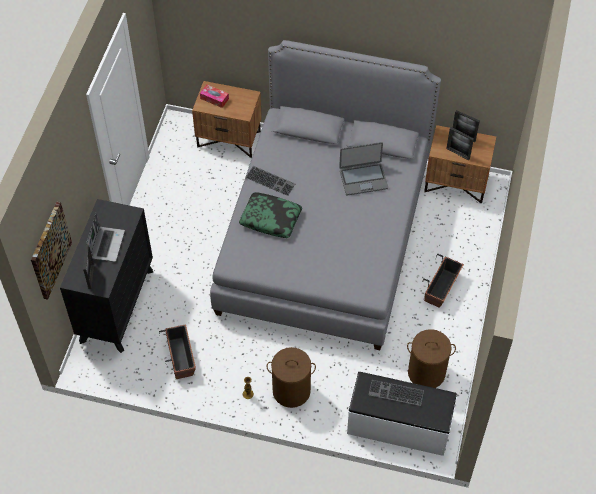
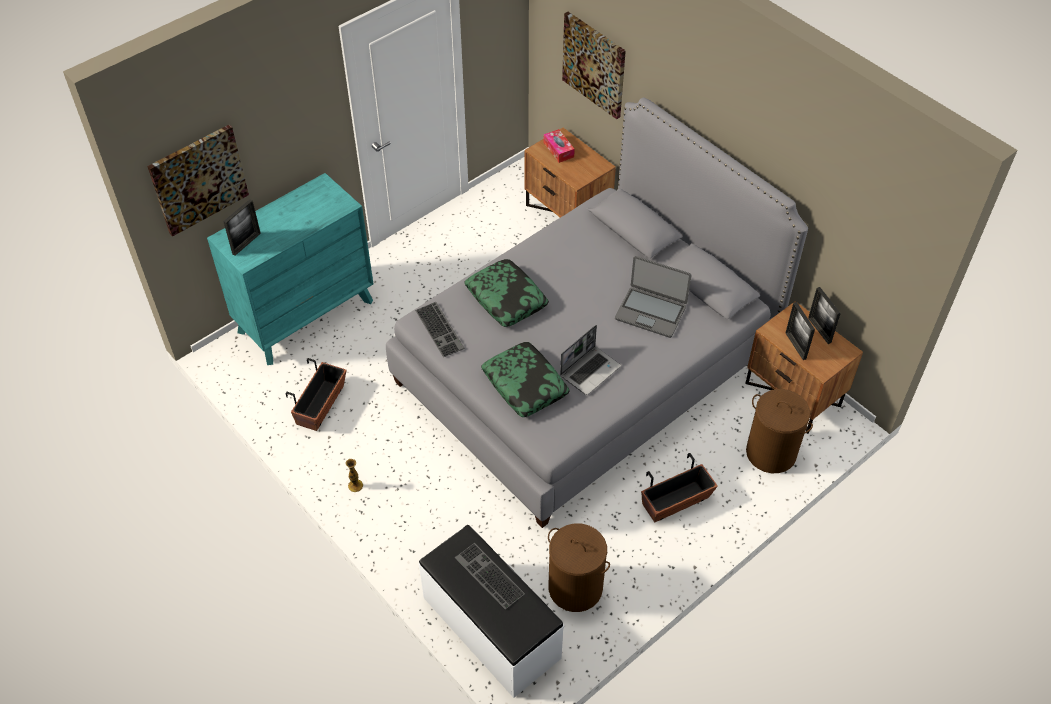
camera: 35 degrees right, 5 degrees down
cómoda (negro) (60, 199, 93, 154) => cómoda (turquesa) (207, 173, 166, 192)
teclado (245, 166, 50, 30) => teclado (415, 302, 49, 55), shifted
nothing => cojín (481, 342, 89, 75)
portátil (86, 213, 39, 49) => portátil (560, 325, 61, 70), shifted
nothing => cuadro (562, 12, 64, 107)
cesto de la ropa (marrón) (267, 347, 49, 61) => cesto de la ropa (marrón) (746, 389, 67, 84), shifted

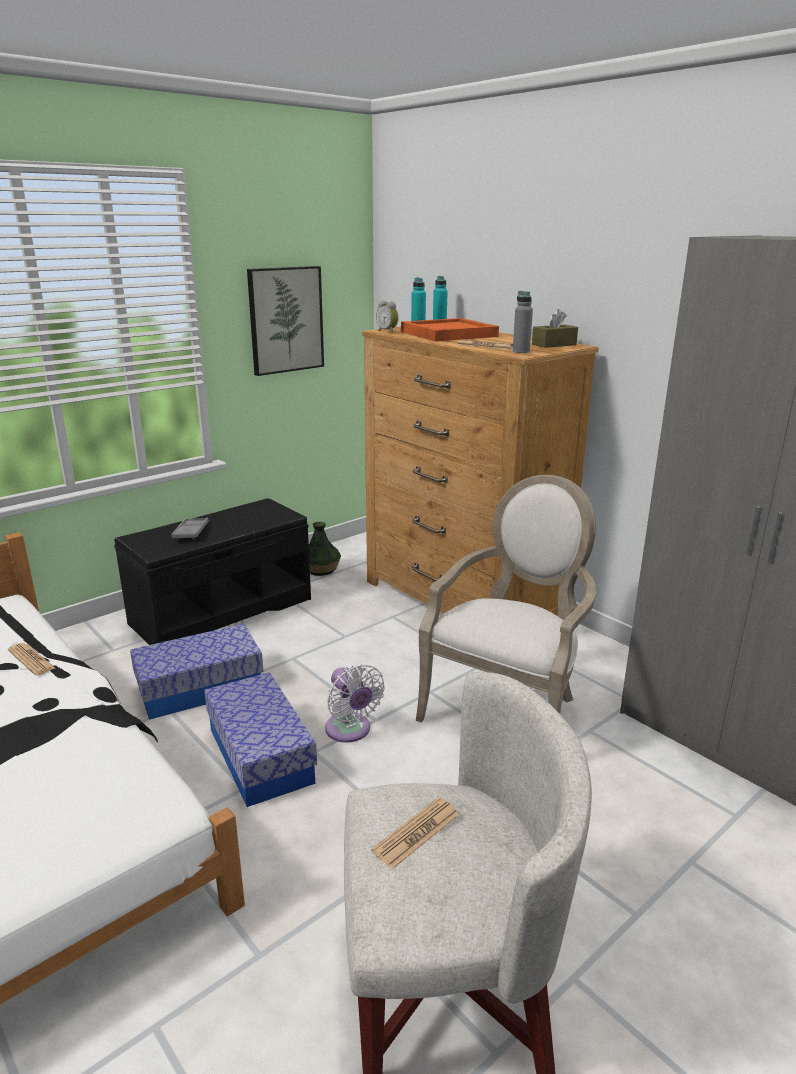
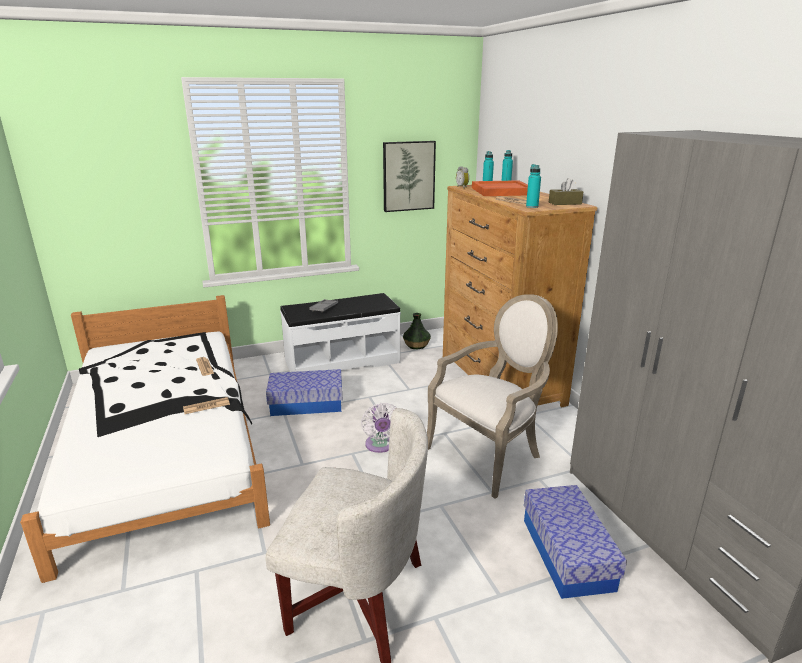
camera: 20 degrees right, 0 degrees up
periódico (371, 797, 88, 72) => periódico (183, 397, 47, 17), shifted
banco (negro) (114, 498, 197, 147) => banco (blanco) (280, 293, 121, 79)
caja de almacenaje (204, 672, 113, 135) => caja de almacenaje (524, 485, 103, 114), shifted
botella (gris) (513, 291, 20, 62) => botella (turquesa) (526, 164, 15, 44)

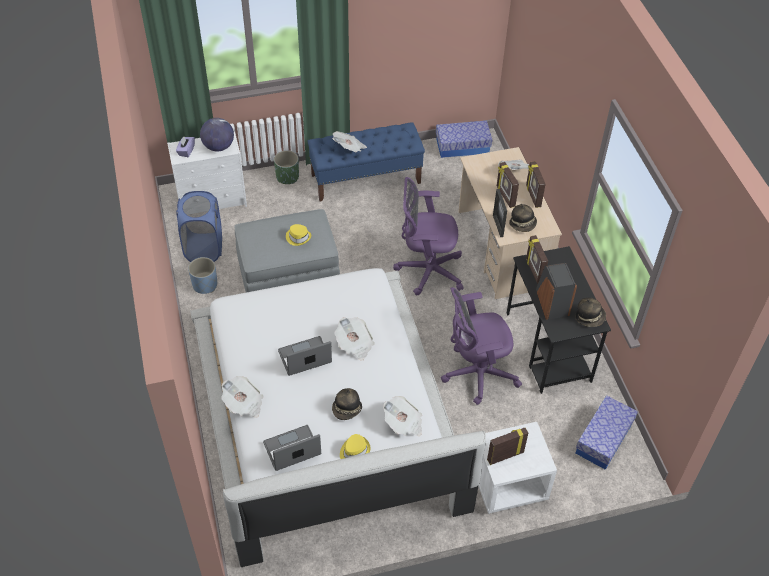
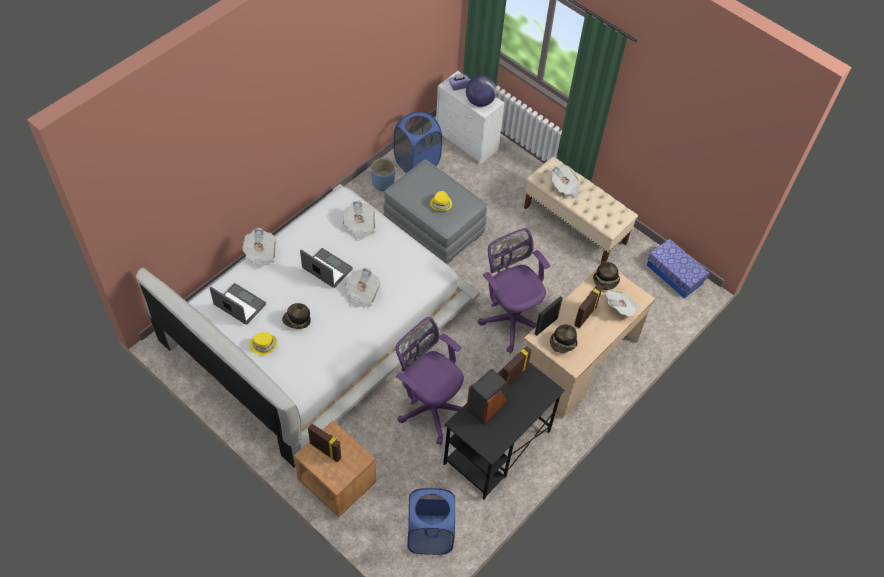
camera: 55 degrees right, 5 degrees up
mesita de noche (blanco) (478, 422, 79, 92) => mesita de noche (marrón) (294, 421, 82, 96)
periódico (383, 396, 39, 40) => periódico (343, 200, 33, 41), shifted
caja de almacenaje (575, 395, 63, 75) => cesto de la ropa (azul) (407, 488, 48, 67)
banco (azul) (307, 122, 118, 79) => banco (beis) (524, 156, 114, 108)
sombrero (575, 297, 31, 30) => sombrero (593, 262, 27, 28), shifted
maceta (verde) (274, 150, 25, 34) => nothing
portarretratos (526, 161, 20, 47) => nothing

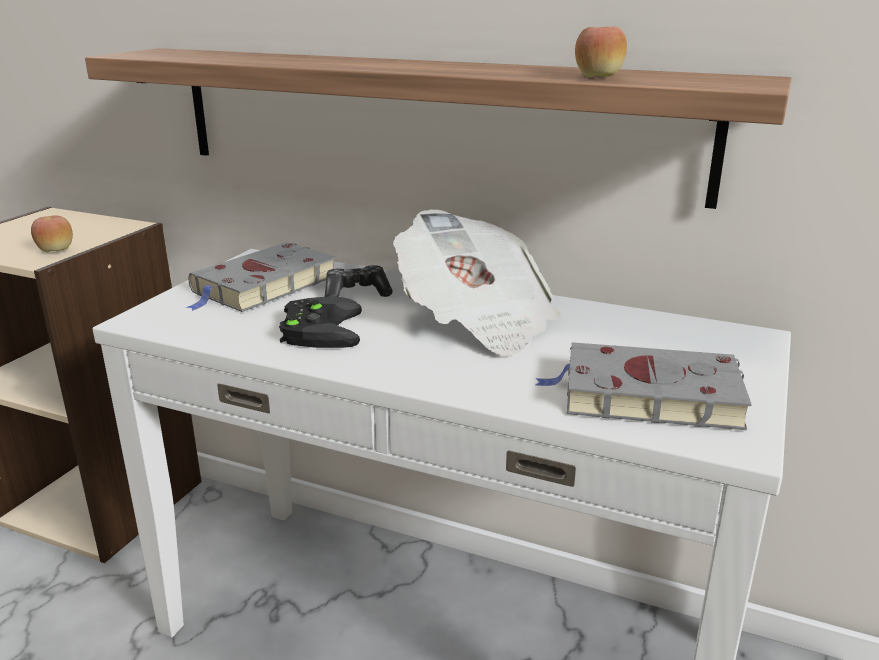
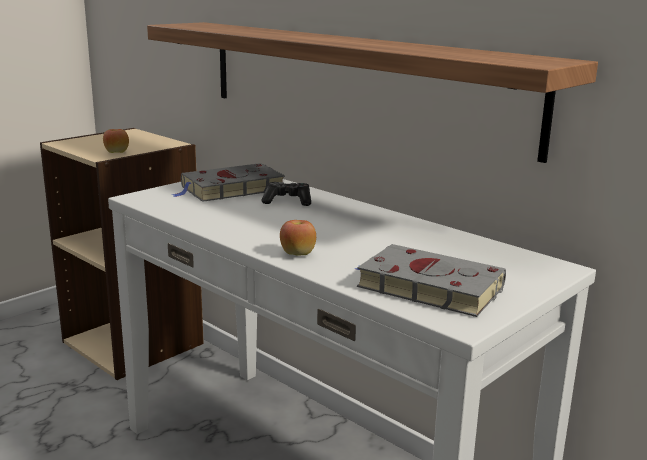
camera: 20 degrees right, 5 degrees down
manzana (575, 27, 52, 50) => manzana (280, 220, 36, 35), shifted
mando de consola (negro) (279, 297, 83, 51) => nothing
periódico (393, 209, 168, 148) => nothing

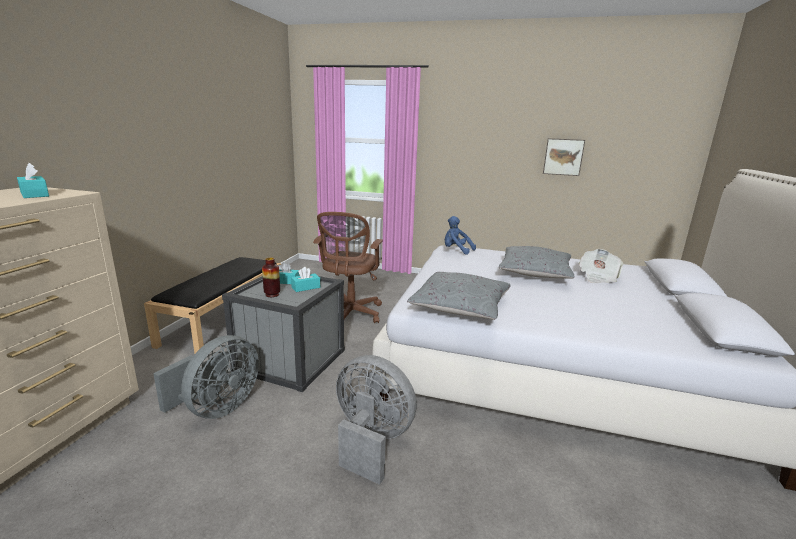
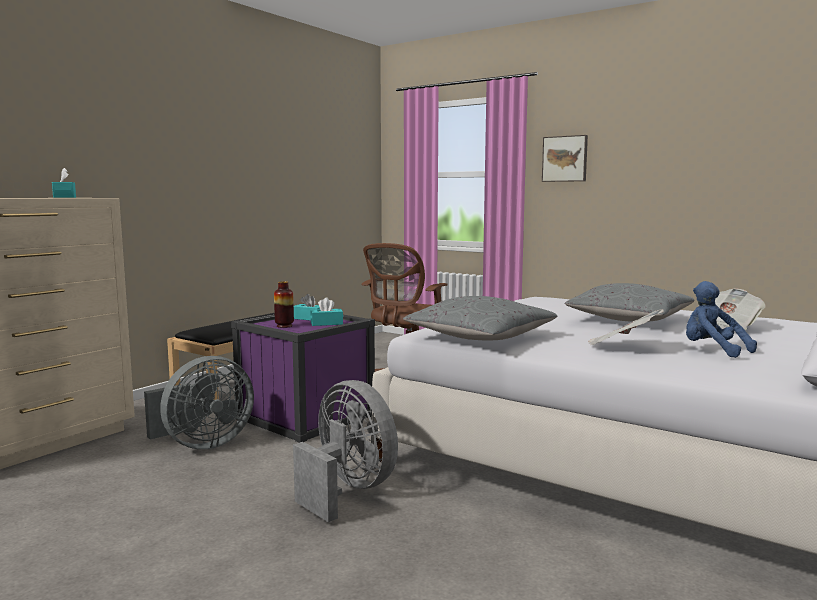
camera: 20 degrees right, 10 degrees down
caja de almacenaje (gris) (222, 275, 123, 117) => caja de almacenaje (morado) (231, 315, 144, 128)
cuadro (543, 138, 42, 38) => cuadro (542, 135, 46, 47), shifted
nothing => periódico (588, 309, 76, 36)
peluche (azul) (445, 216, 31, 38) => peluche (azul) (686, 281, 71, 77), shifted

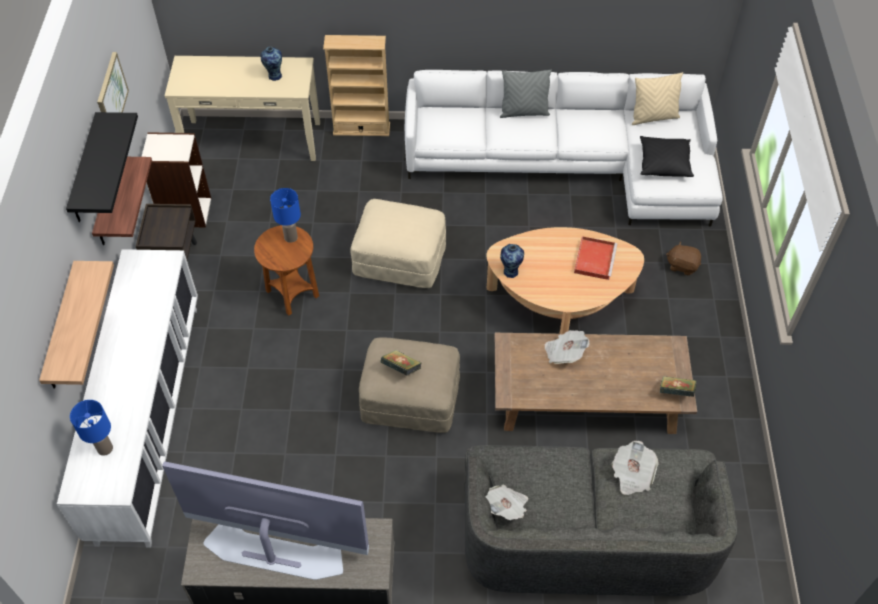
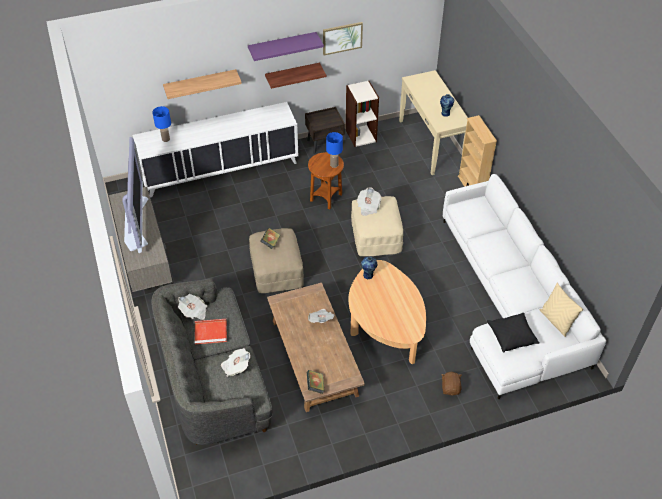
camera: 70 degrees right, 5 degrees down
bandeja (rojo) (574, 236, 43, 44) => bandeja (rojo) (195, 319, 32, 25), shifted
estante (negro) (66, 112, 72, 110) => estante (morado) (248, 32, 76, 29)
nothing => periódico (357, 187, 25, 29)
cojín (gris) (500, 69, 52, 49) => nothing

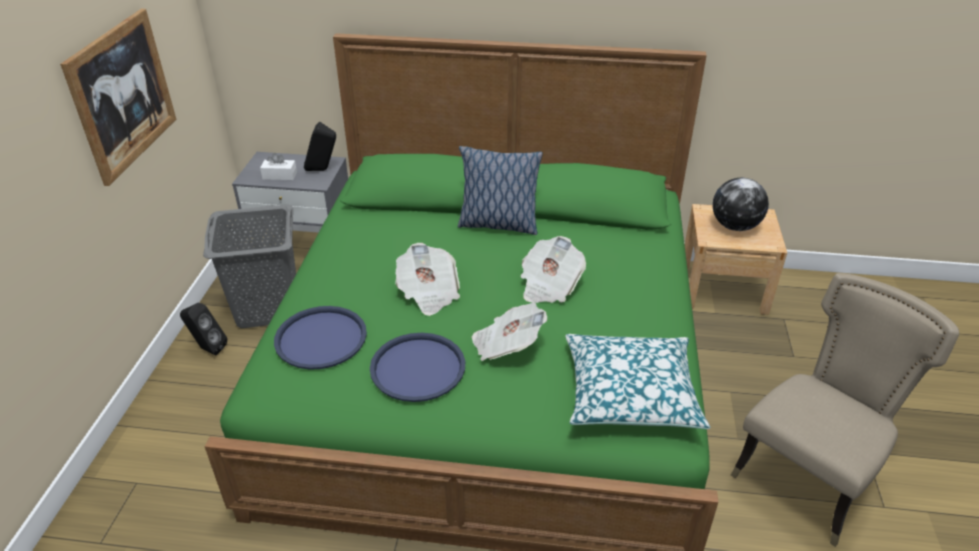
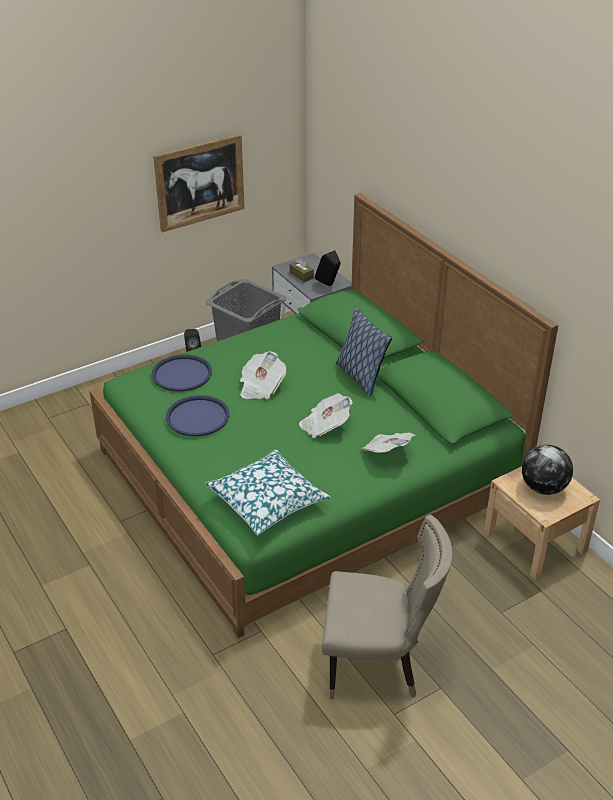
camera: 50 degrees right, 0 degrees up
caja de pañuelos (blanco) (260, 153, 37, 27) => caja de pañuelos (marrón) (290, 258, 24, 24)
periódico (471, 303, 76, 58) => periódico (361, 432, 54, 21), shifted

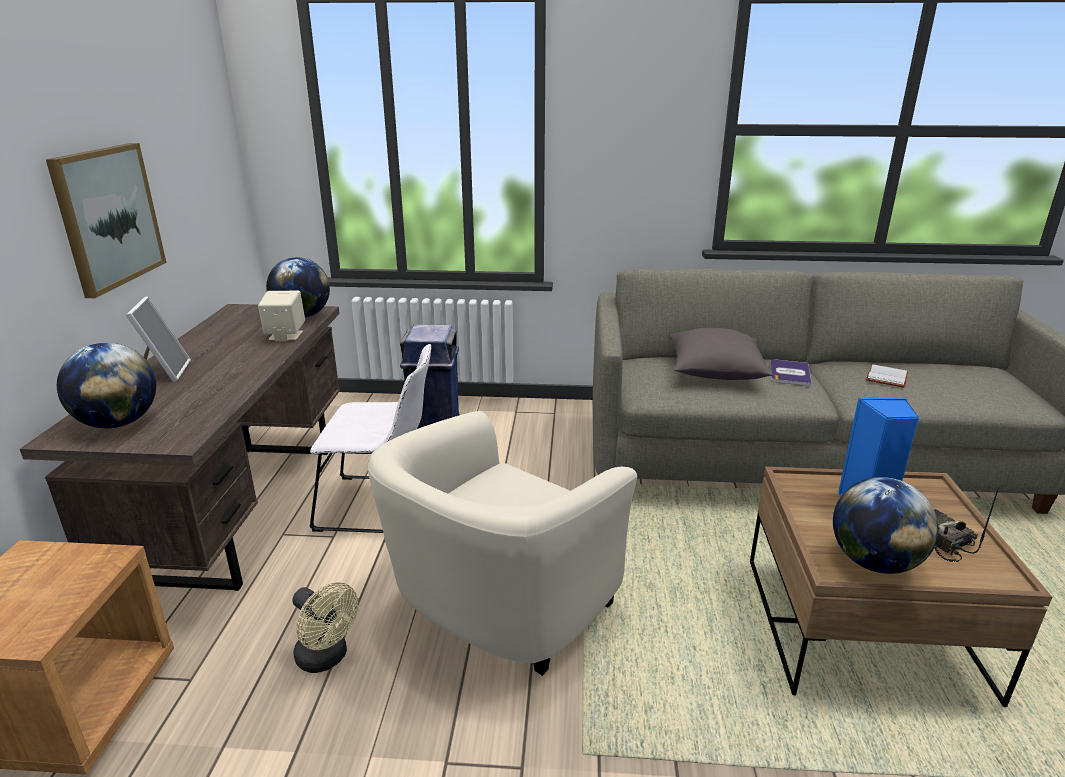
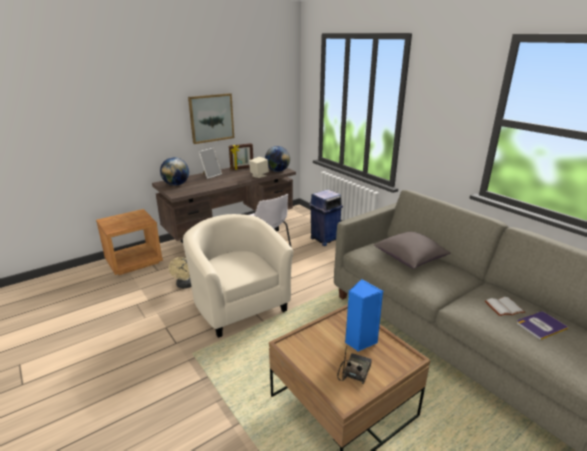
camera: 50 degrees right, 0 degrees up
sillón (beis) (368, 411, 269, 265) => sillón (beis) (183, 214, 110, 124), 60 degrees clockwise
nothing => portarretratos (229, 143, 24, 27)
libro (770, 359, 42, 27) => libro (517, 312, 51, 28), shifted
globo terráqueo (833, 477, 106, 97) => nothing

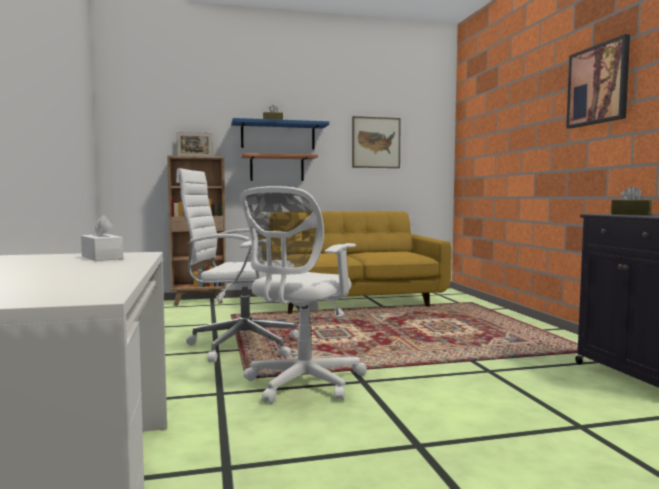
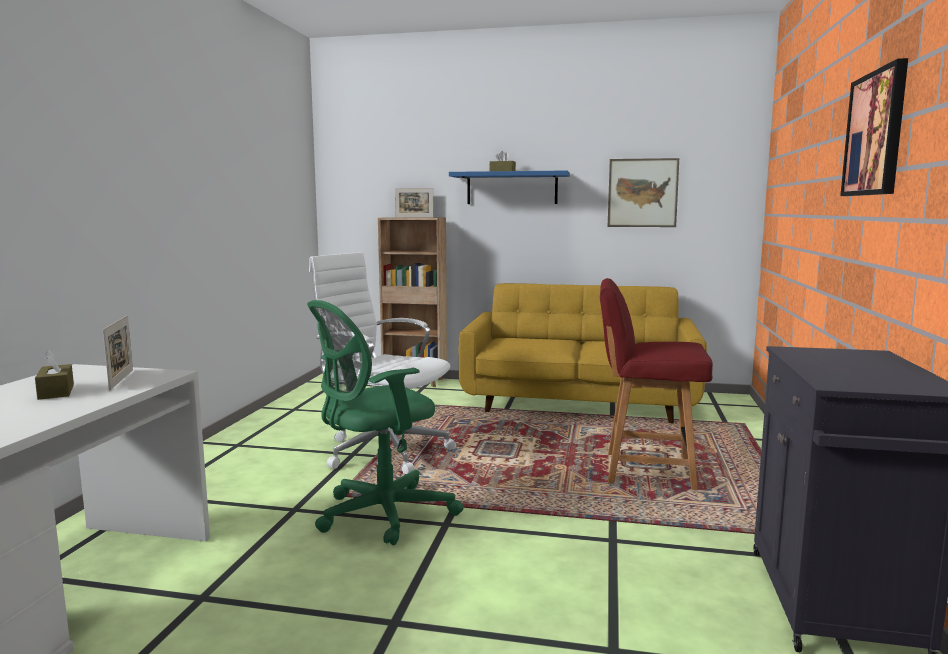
camera: 25 degrees right, 5 degrees up
caja de pañuelos (marrón) (611, 186, 41, 29) => caja de pañuelos (marrón) (35, 350, 39, 50), shifted
caja de pañuelos (blanco) (81, 215, 42, 46) => portarretratos (103, 316, 30, 74)
silla de oficina (blanco) (239, 186, 128, 217) => silla de oficina (verde) (307, 300, 157, 245)
nothing => silla (rojo) (600, 278, 113, 212)
estante (241, 153, 77, 28) => nothing

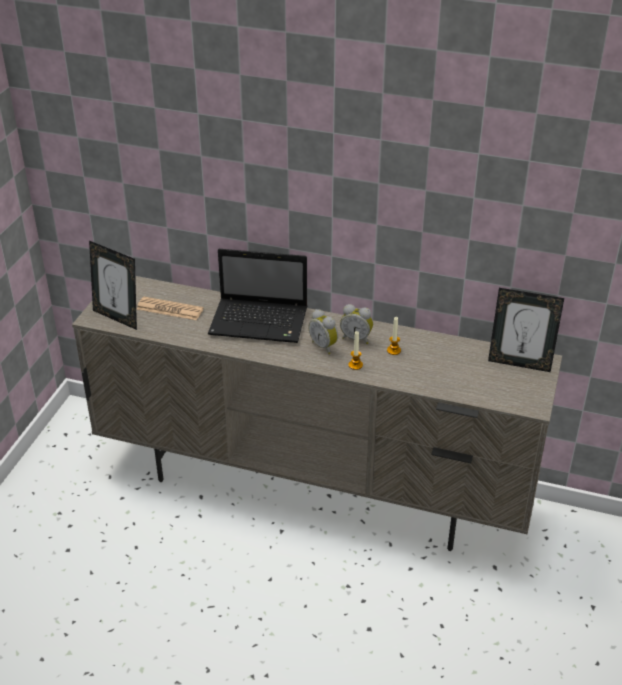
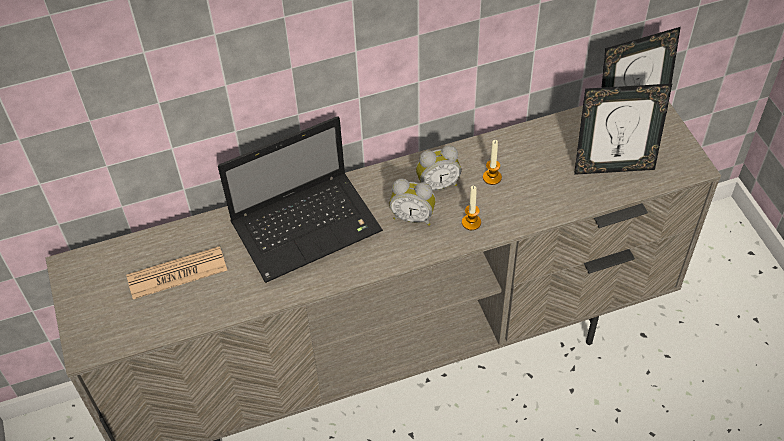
camera: 35 degrees left, 15 degrees up
portarretratos (89, 241, 48, 89) => portarretratos (574, 84, 98, 91), shifted

